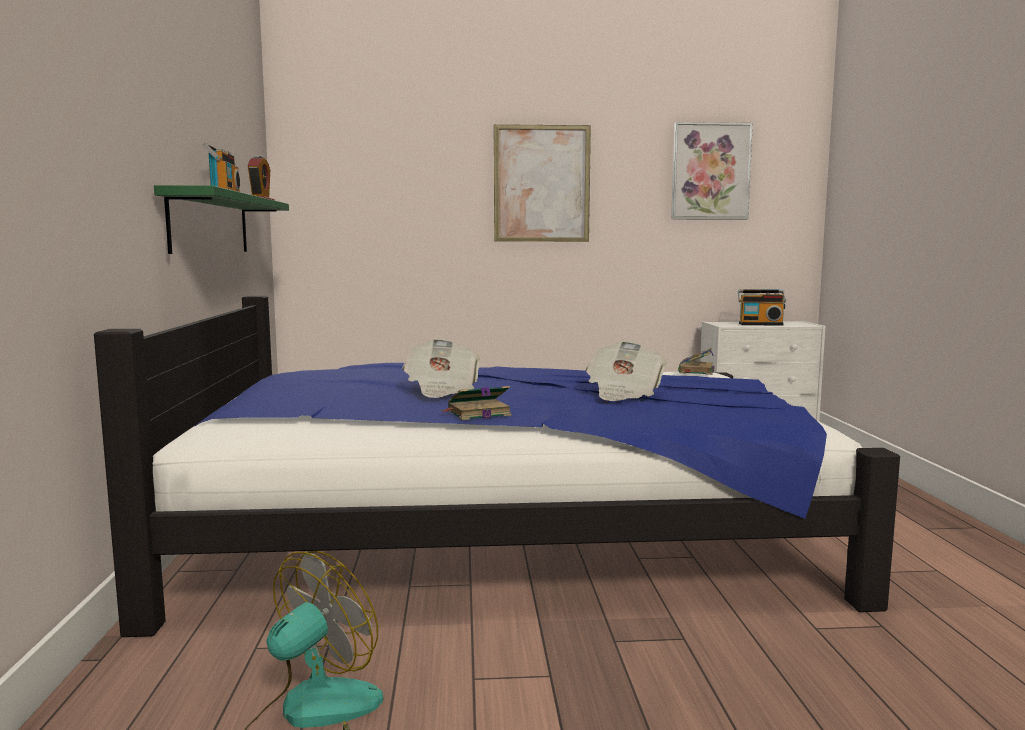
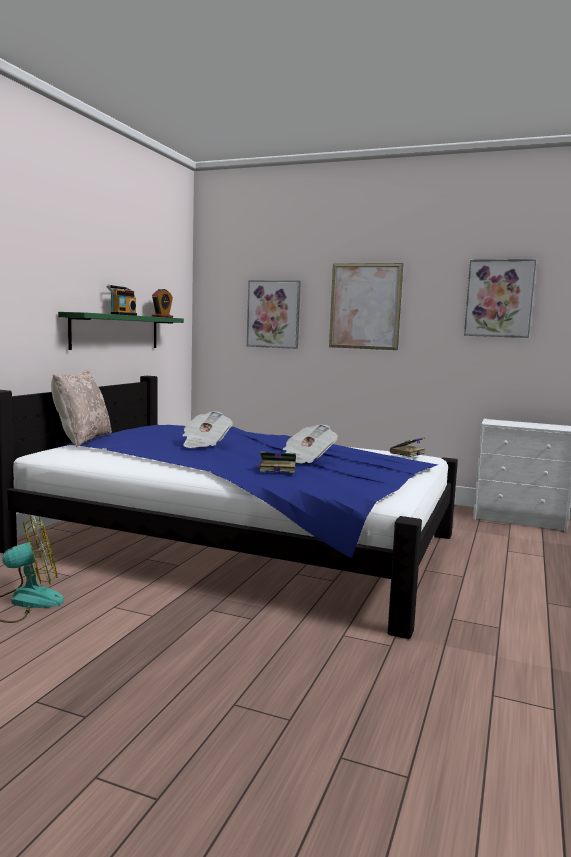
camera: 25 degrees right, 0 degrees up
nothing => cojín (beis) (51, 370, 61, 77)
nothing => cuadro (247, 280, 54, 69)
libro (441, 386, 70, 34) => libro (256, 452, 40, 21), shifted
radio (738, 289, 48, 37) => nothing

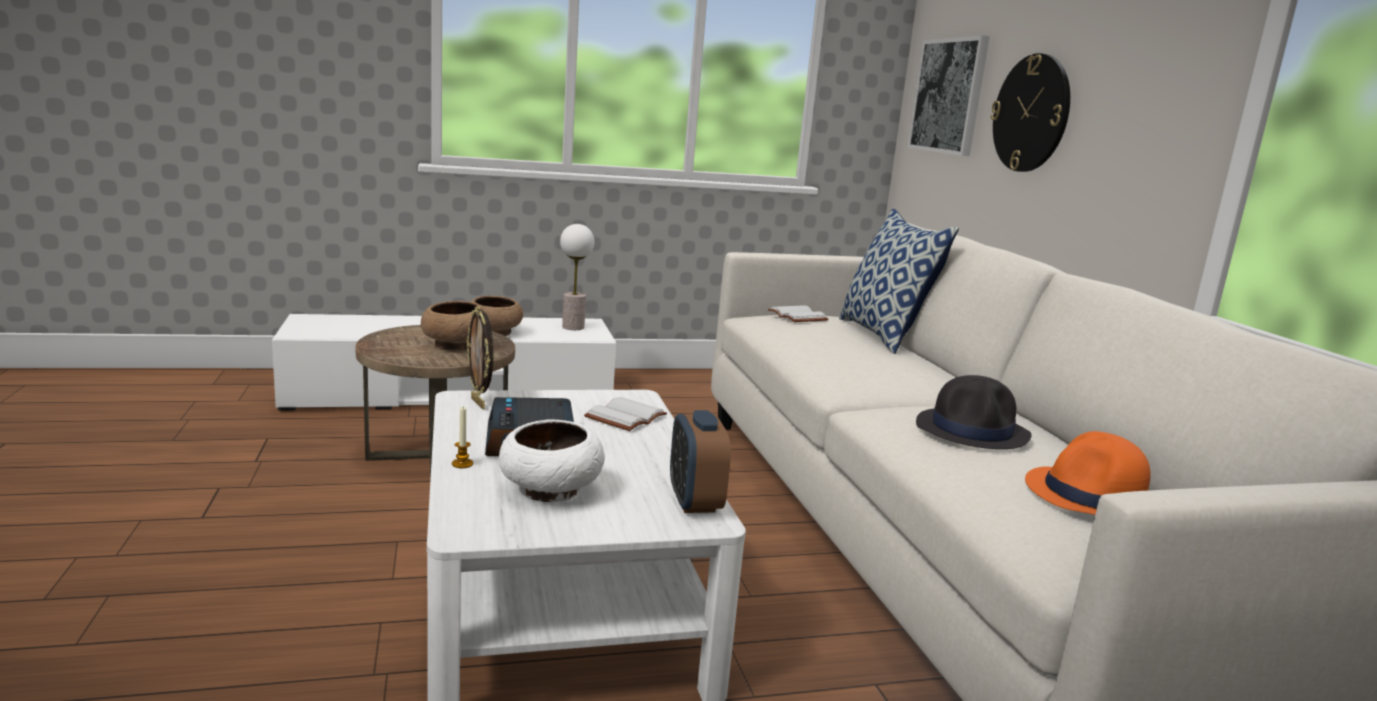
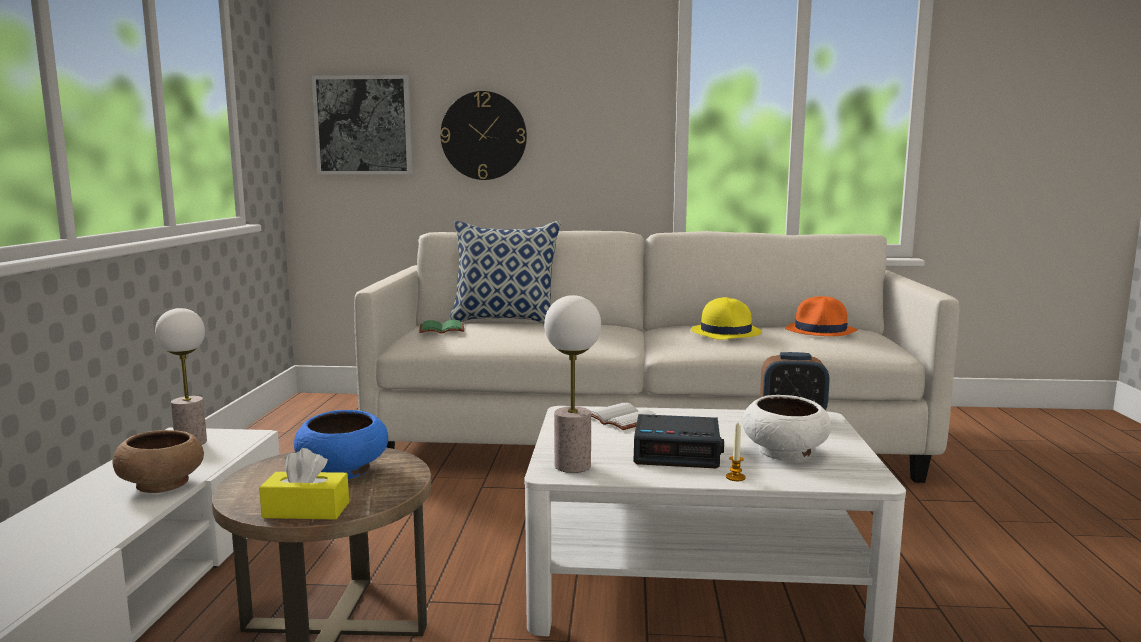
camera: 70 degrees left, 5 degrees down
nothing => caja de pañuelos (amarillo) (259, 448, 90, 72)
cuenco (marrón) (421, 301, 70, 50) => cuenco (azul) (294, 410, 94, 69)
libro (blanco) (768, 306, 61, 16) => libro (verde) (419, 320, 45, 14)
portarretratos (467, 306, 26, 103) => lámpara de mesa (544, 295, 57, 178)
sombrero (negro) (916, 375, 116, 74) => sombrero (amarillo) (691, 297, 71, 43)

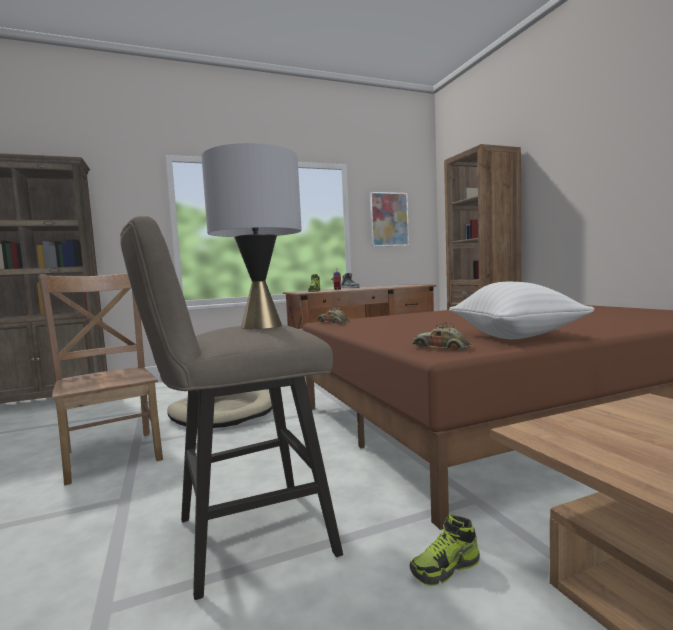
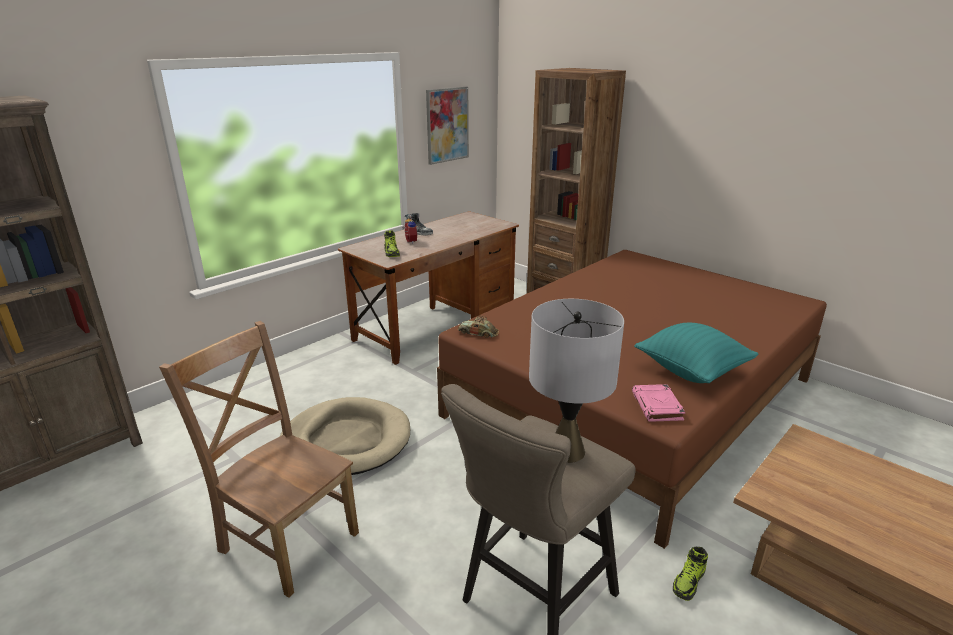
camera: 25 degrees left, 20 degrees up
coche de juguete (412, 323, 61, 27) => libro (rosa) (632, 384, 54, 38)
cojín (blanco) (449, 282, 145, 57) => cojín (turquesa) (634, 323, 124, 60)

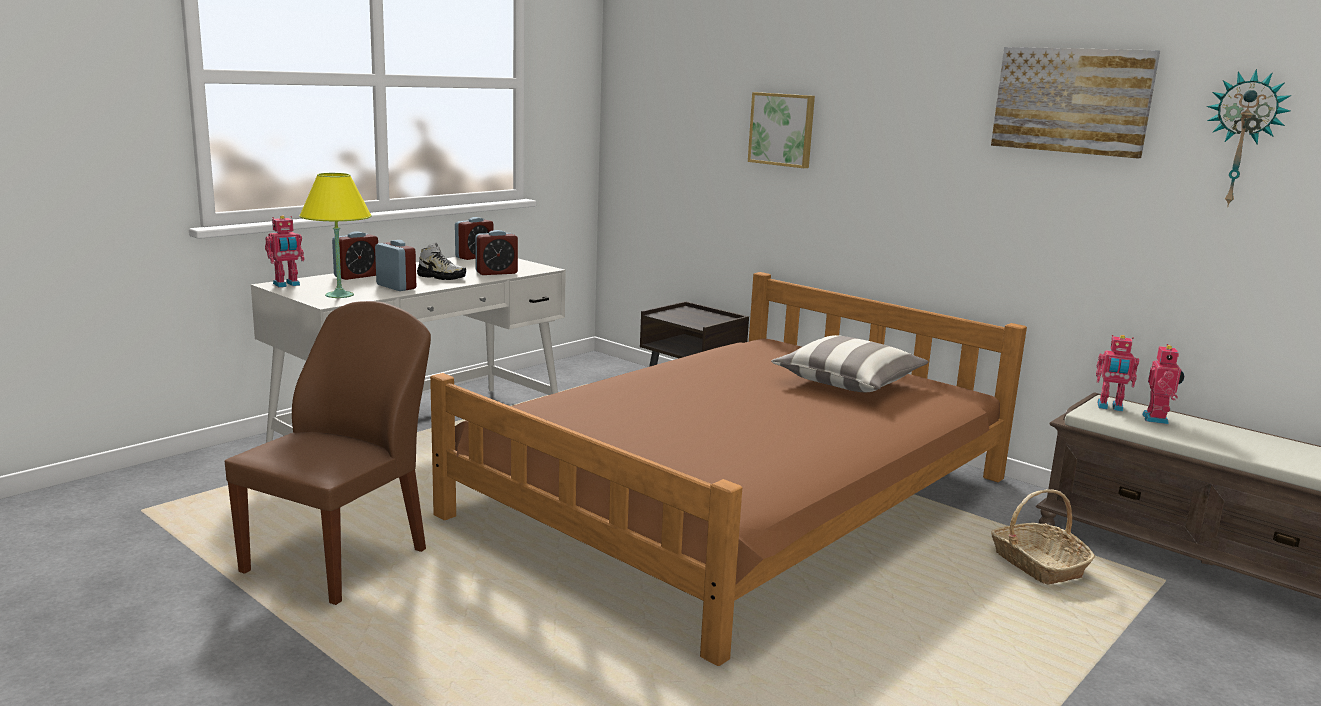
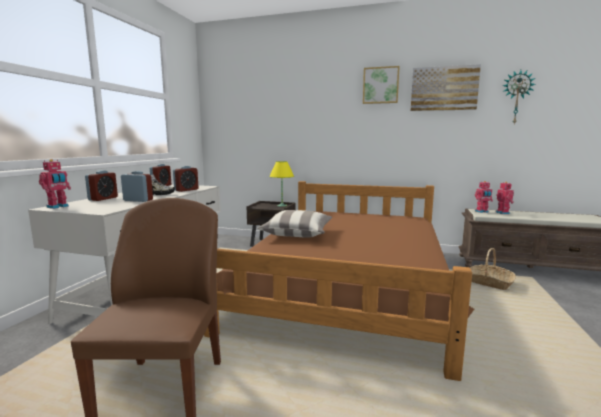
camera: 25 degrees left, 5 degrees down
cojín (771, 335, 158, 57) => cojín (257, 210, 75, 27), shifted
lámpara de mesa (amarillo) (299, 173, 73, 125) => lámpara de mesa (amarillo) (269, 161, 25, 46), shifted
cuadro (748, 92, 67, 76) => cuadro (363, 66, 37, 38), shifted

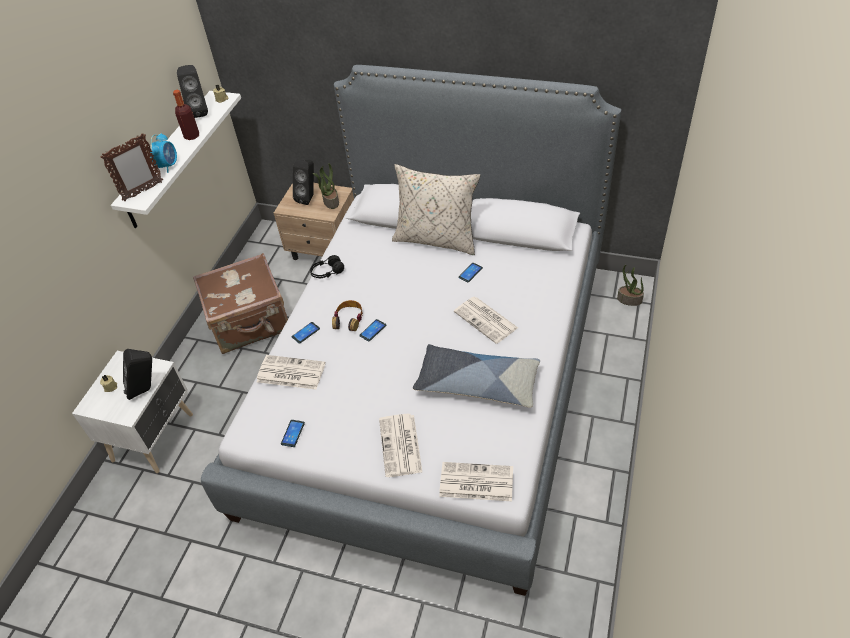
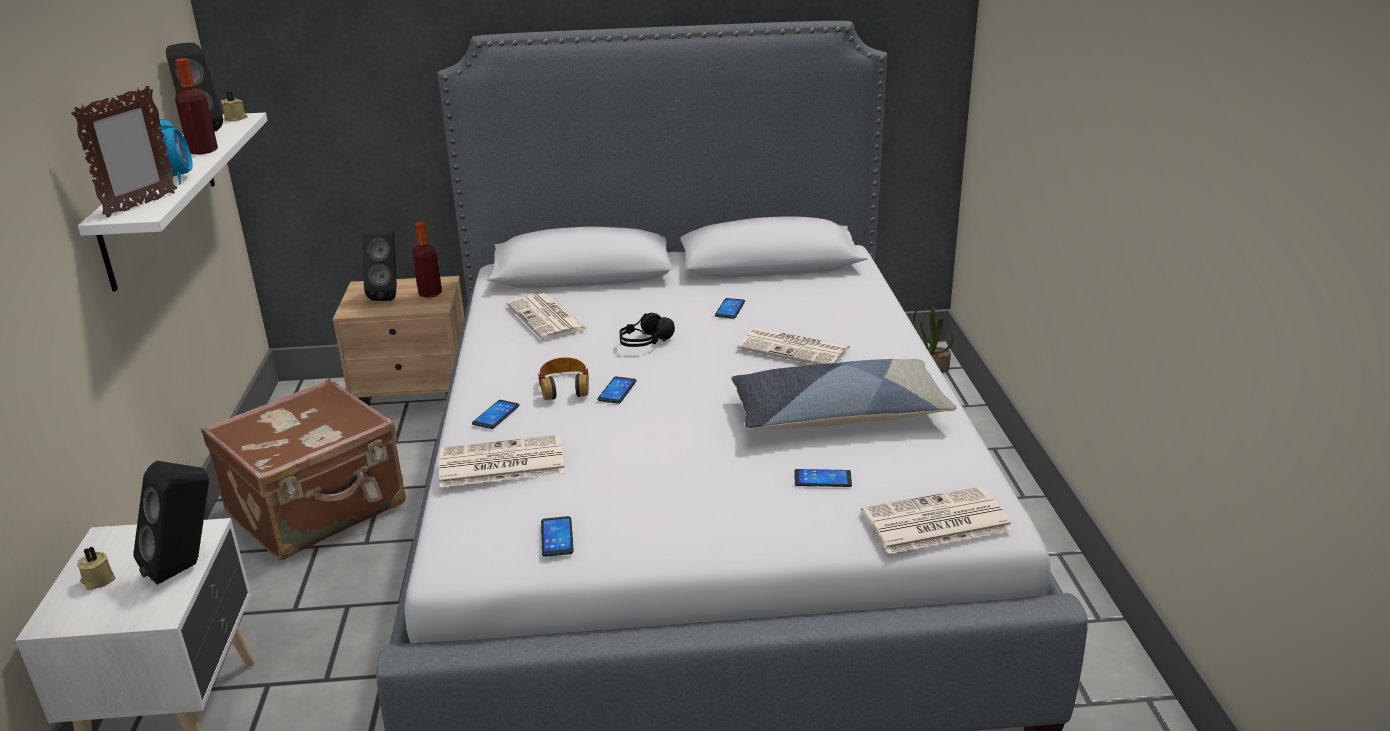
camera: 25 degrees left, 20 degrees down
planta en maceta (313, 163, 26, 46) => botella (412, 221, 30, 77)
periódico (379, 414, 43, 63) => periódico (507, 293, 81, 47), shifted
auriculares (negro) (310, 255, 34, 23) => auriculares (negro) (619, 312, 56, 35), shifted
nothing => móvil (794, 469, 58, 18)
cojín (beis) (392, 164, 88, 91) => nothing

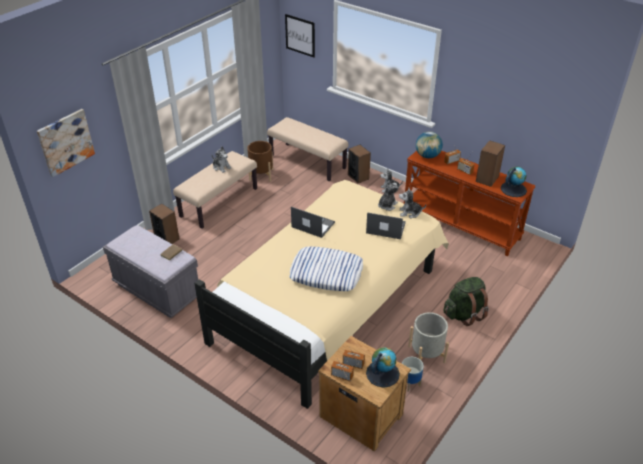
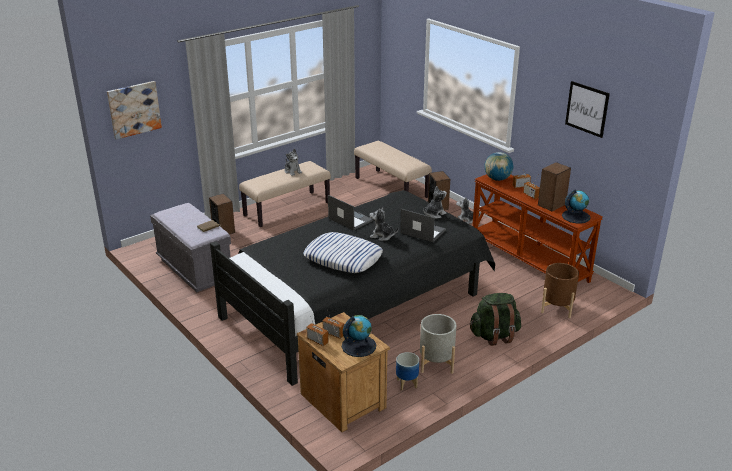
camera: 15 degrees right, 10 degrees down
cama (beis) (194, 180, 255, 229) => cama (negro) (210, 190, 285, 196)
peluche (399, 188, 27, 30) => peluche (370, 207, 29, 34), shifted
maceta (marrón) (247, 141, 26, 41) => maceta (marrón) (541, 263, 38, 55), shifted
cuadro (285, 14, 30, 43) => cuadro (565, 81, 45, 57), shifted

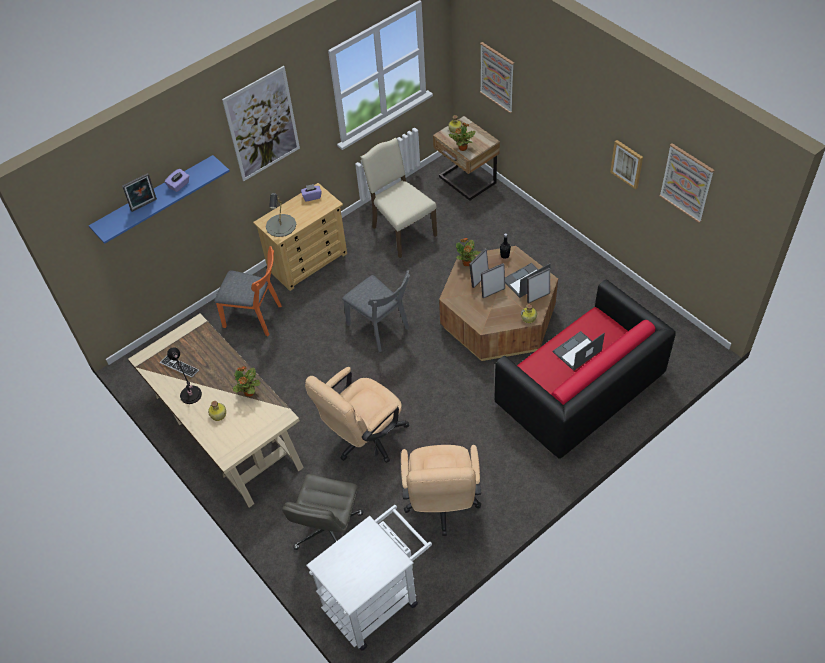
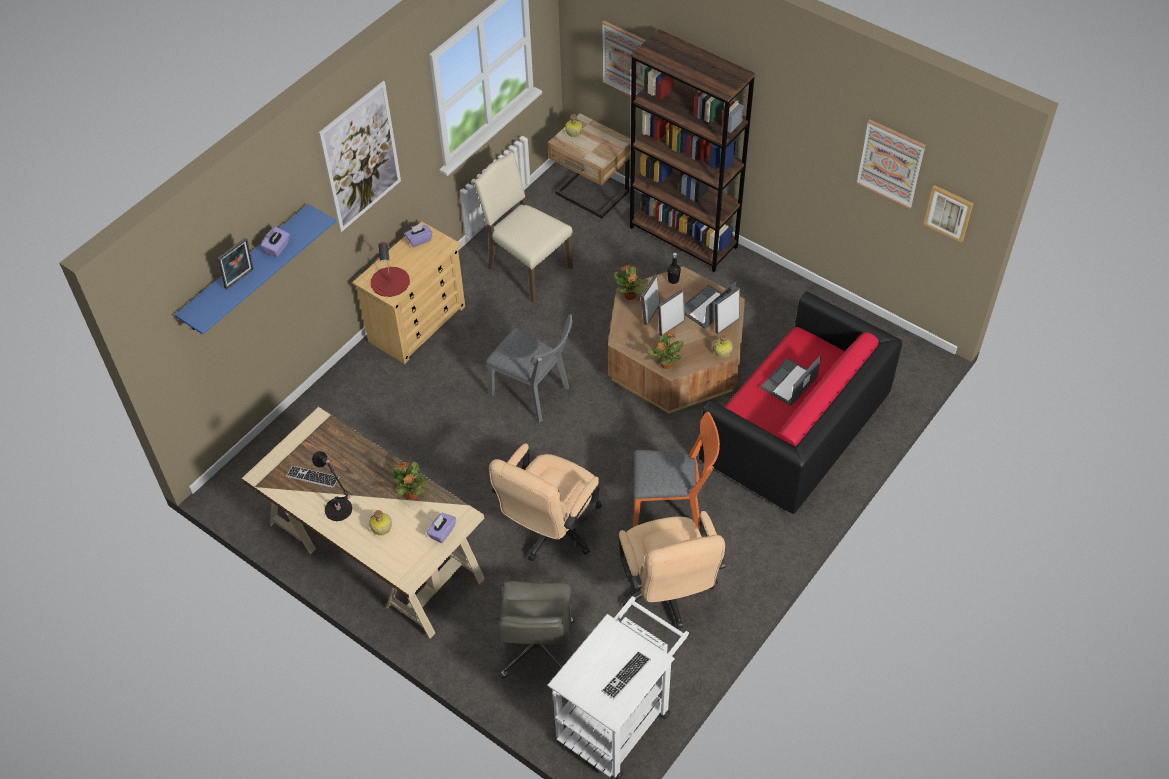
camera: 15 degrees left, 0 degrees up
lámpara de mesa (gris) (266, 193, 30, 44) => lámpara de mesa (rojo) (371, 242, 39, 55)
nothing => caja de pañuelos (morado) (426, 513, 30, 30)
nothing => teclado (601, 651, 50, 48)
nothing => estantería (marrón) (630, 29, 126, 243)
silla (naranja) (214, 246, 68, 91) => silla (naranja) (633, 412, 87, 118), shifted
planta en maceta (449, 123, 27, 28) => planta en maceta (648, 332, 36, 37), shifted
cuadro (610, 140, 33, 50) => cuadro (923, 185, 51, 58), shifted

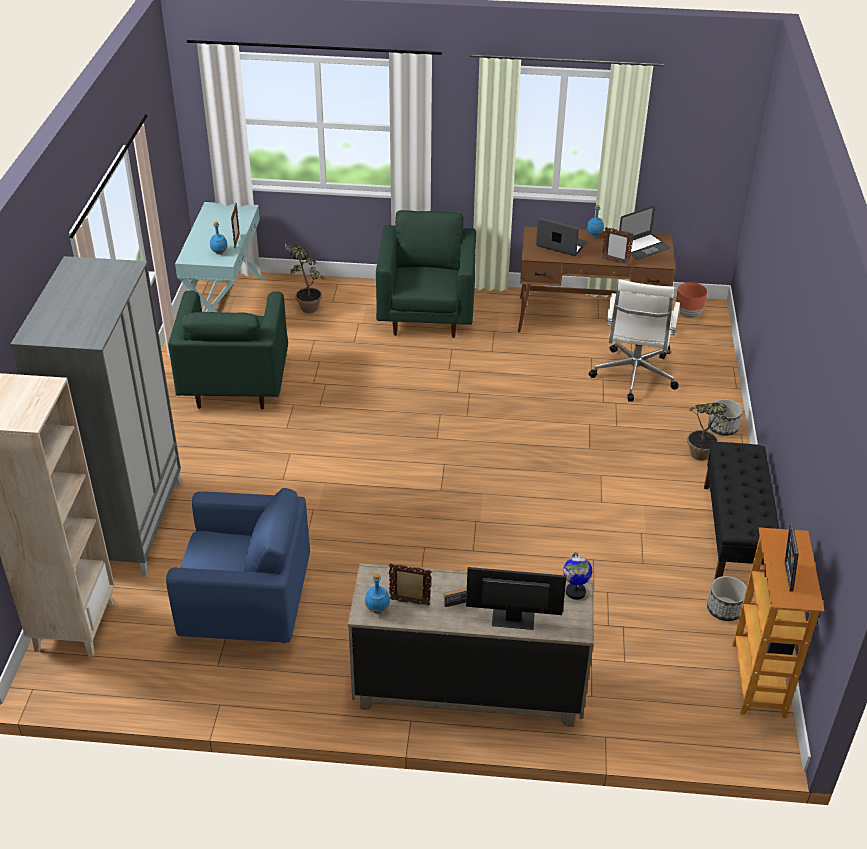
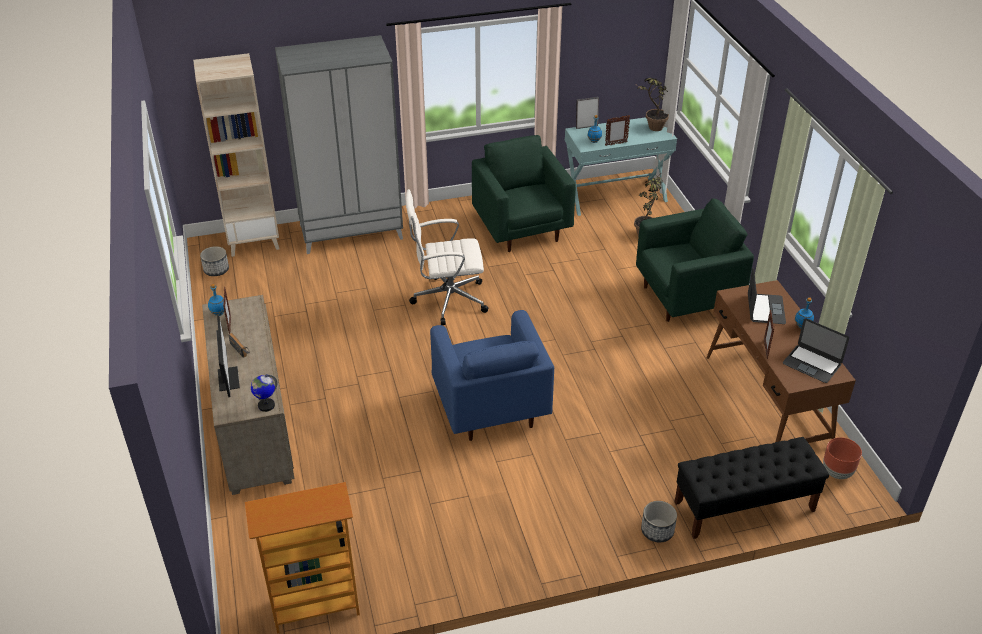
camera: 70 degrees right, 0 degrees up
maceta (707, 576, 40, 45) => maceta (200, 246, 29, 30), shifted
silla de oficina (blanco) (589, 280, 91, 122) => silla de oficina (blanco) (406, 189, 82, 136), shifted
sillón (azul) (166, 488, 144, 155) => sillón (azul) (430, 310, 124, 131), shifted
sillón (verde) (168, 290, 120, 119) => sillón (verde) (472, 135, 104, 117), 90 degrees clockwise
portarretratos (785, 524, 14, 68) => portarretratos (576, 97, 23, 32), shifted
planta en maceta (687, 403, 42, 58) => planta en maceta (637, 78, 32, 53), shifted
banco (negro) (704, 442, 75, 137) => banco (negro) (675, 437, 154, 102), shifted

